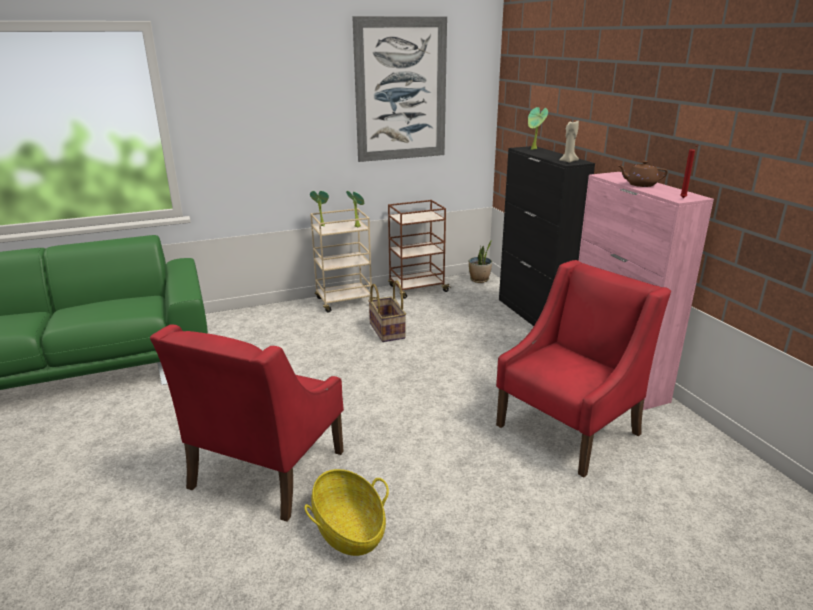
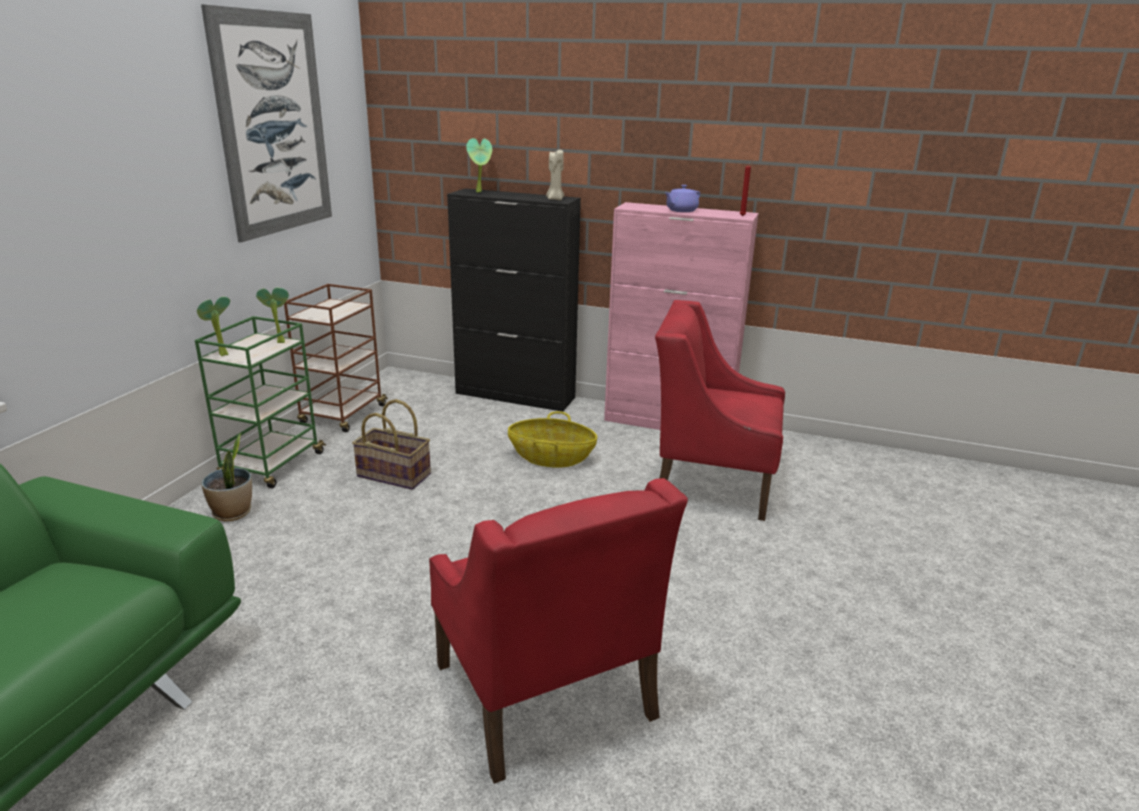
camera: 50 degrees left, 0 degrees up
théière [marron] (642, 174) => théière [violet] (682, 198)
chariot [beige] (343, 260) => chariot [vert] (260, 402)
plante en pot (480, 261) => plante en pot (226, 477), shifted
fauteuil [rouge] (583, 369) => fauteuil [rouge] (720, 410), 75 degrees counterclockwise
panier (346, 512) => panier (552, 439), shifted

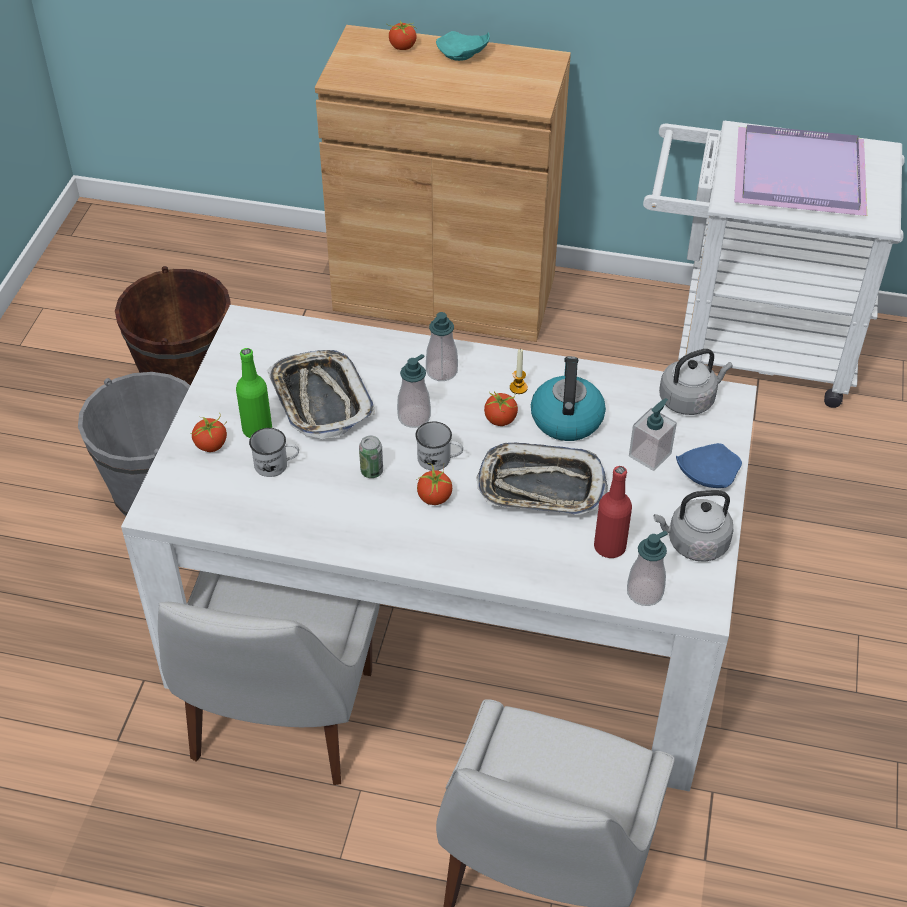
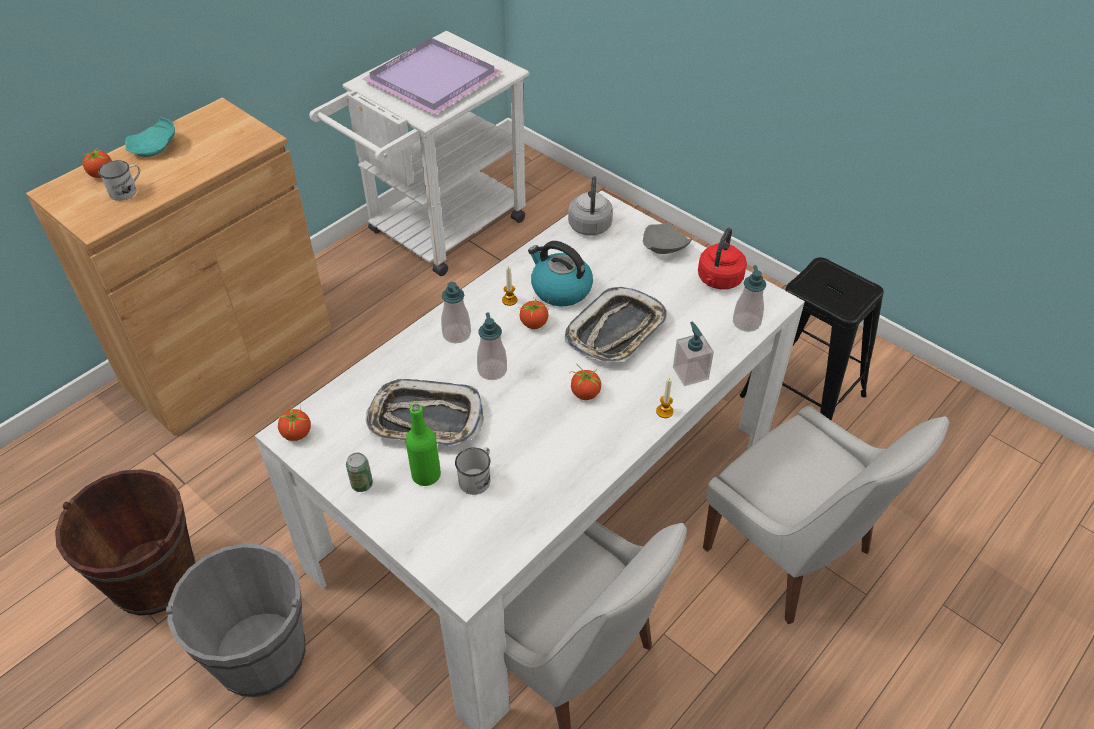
camera: 60 degrees left, 0 degrees up
distributeur de savon (653, 434) => distributeur de savon (693, 354), shifted
tomate (208, 432) => tomate (294, 422), shifted
mug [blanc] (439, 446) => mug [blanc] (119, 180), shifted
boîte métallique (371, 457) => boîte métallique (359, 472), shifted
assiette [bleu] (709, 465) => assiette [gris] (667, 238)
bouteille [rouge] (613, 512) => nothing
bouilloire [gris] (694, 526) => bouilloire [rouge] (722, 258)
nothing => tabouret [noir] (812, 339)
nothing => bougie (664, 397)

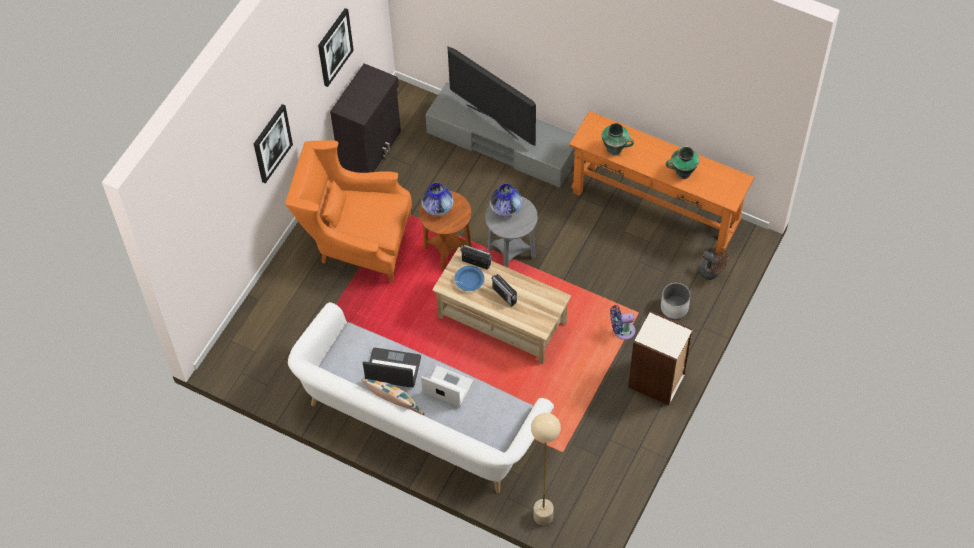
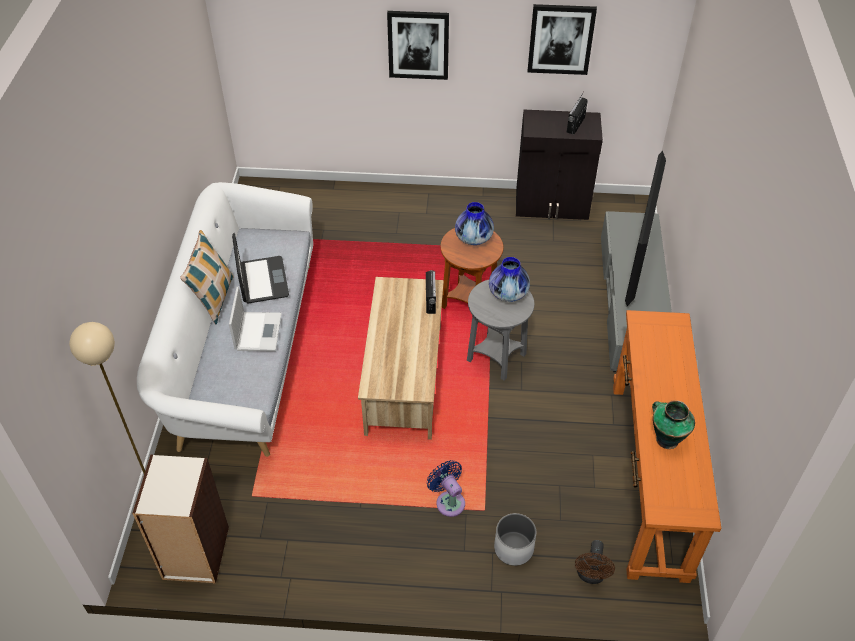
camera: 65 degrees right, 10 degrees down
vase (618, 139) => nothing
fauteuil [orange] (348, 211) => nothing
bol [bleu] (469, 278) => nothing
radio (504, 290) => radio (577, 112), shifted
bibliothèque (660, 358) => bibliothèque (180, 519), shifted

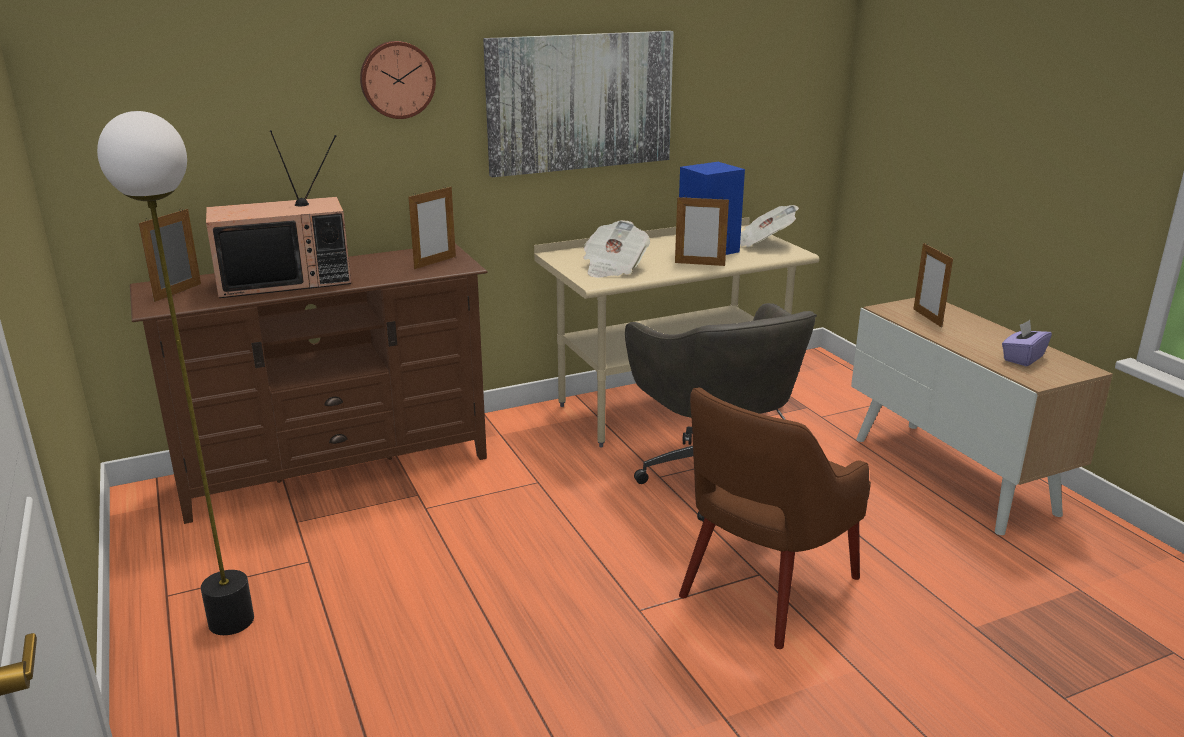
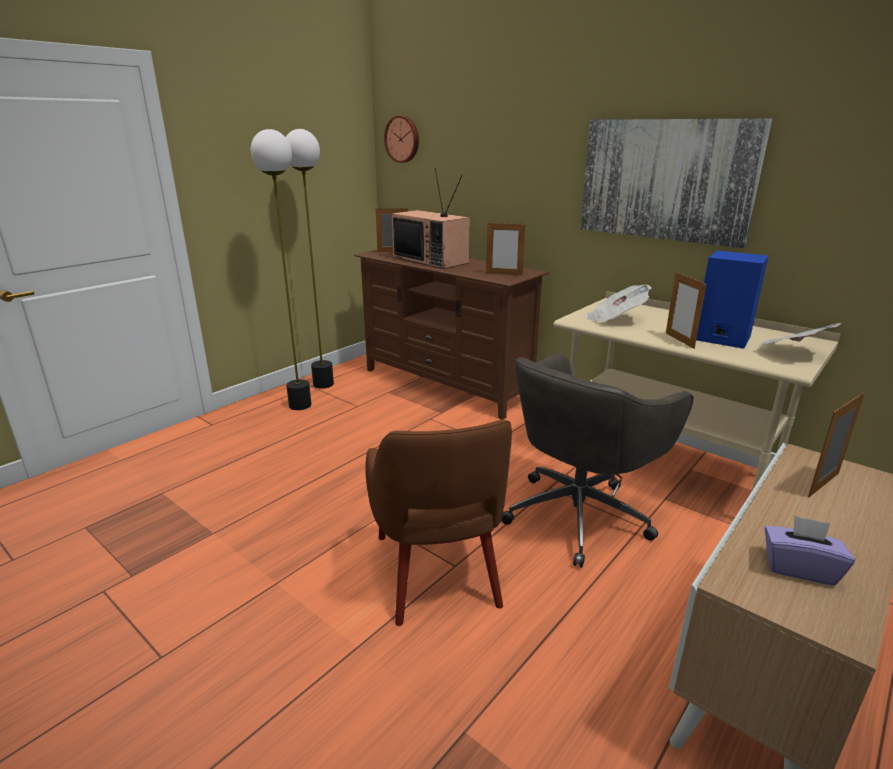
camera: 65 degrees right, 0 degrees up
horloge murale (398, 80) => horloge murale (401, 139), shifted
fauteuil [marron] (775, 518) => fauteuil [marron] (439, 522), 120 degrees counterclockwise
nothing => lampadaire (310, 259)

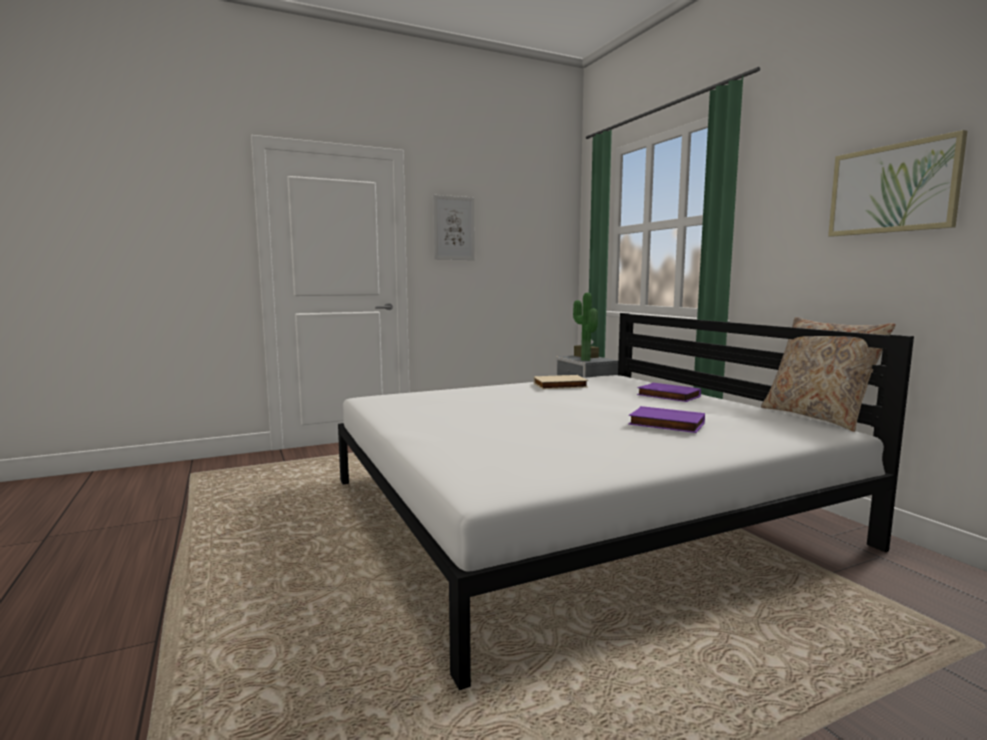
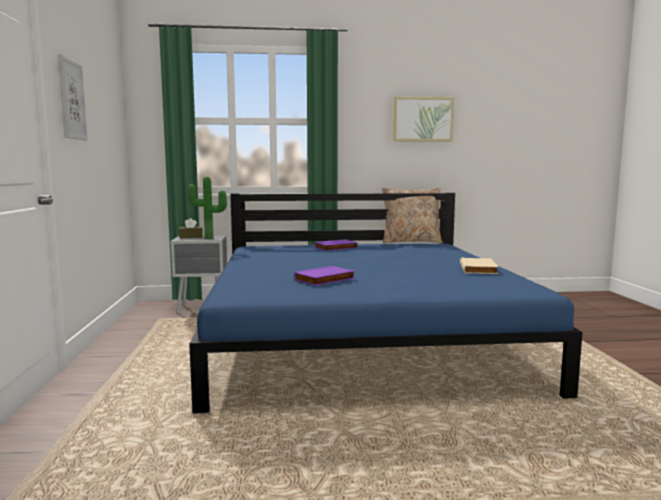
camera: 70 degrees left, 0 degrees up
lit [blanc] (626, 501) => lit [bleu] (386, 303)
livre [beige] (561, 382) => livre [beige] (479, 265), shifted
livre [violet] (666, 419) => livre [violet] (324, 276), shifted

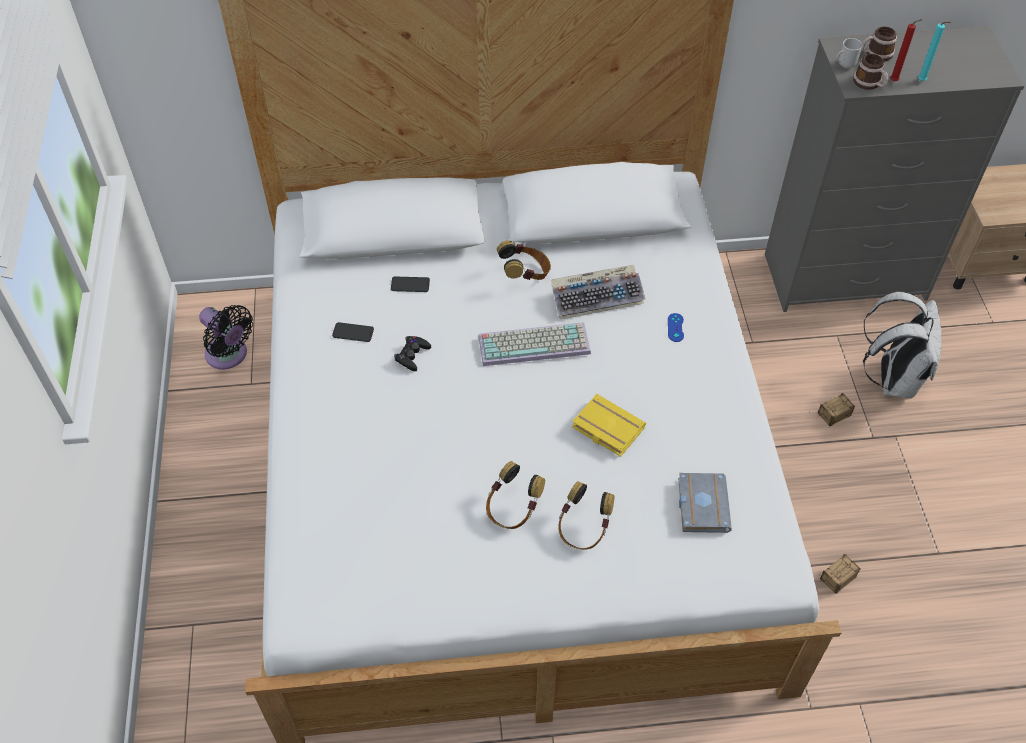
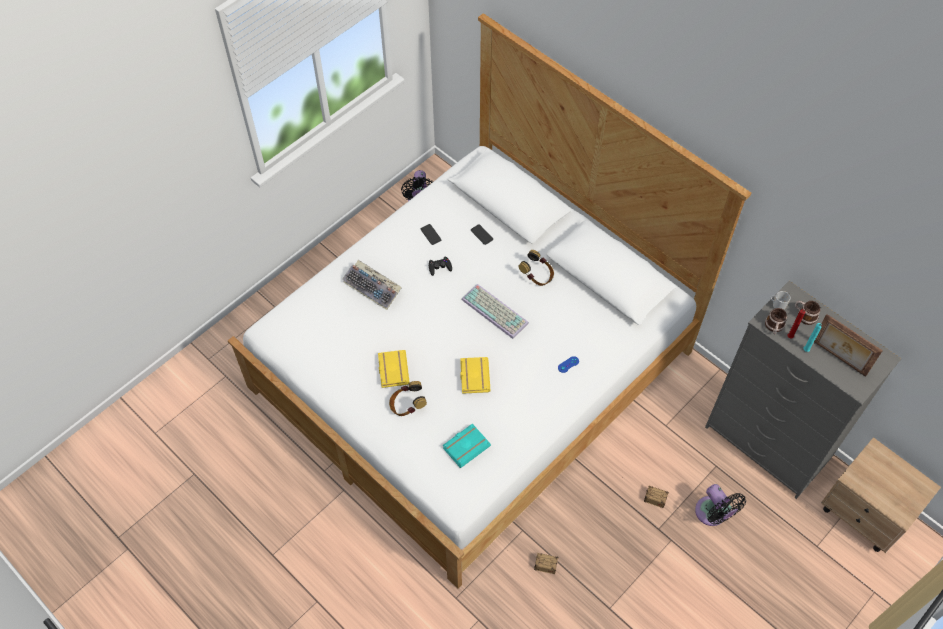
camera: 50 degrees right, 5 degrees up
clavier (598, 292) => clavier (372, 285), shifted
sac à dos [blanc] (902, 345) => ventilateur [noir] (720, 505)
casque audio (515, 495) => livre [jaune] (394, 369)
livre [gris] (705, 503) => livre [turquoise] (467, 446)
nothing => cadre photo (848, 345)

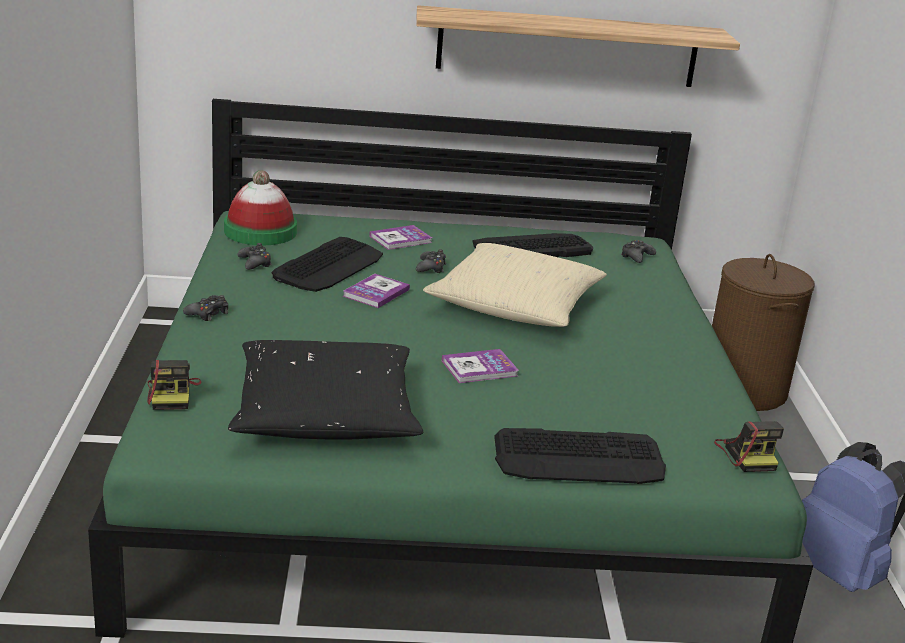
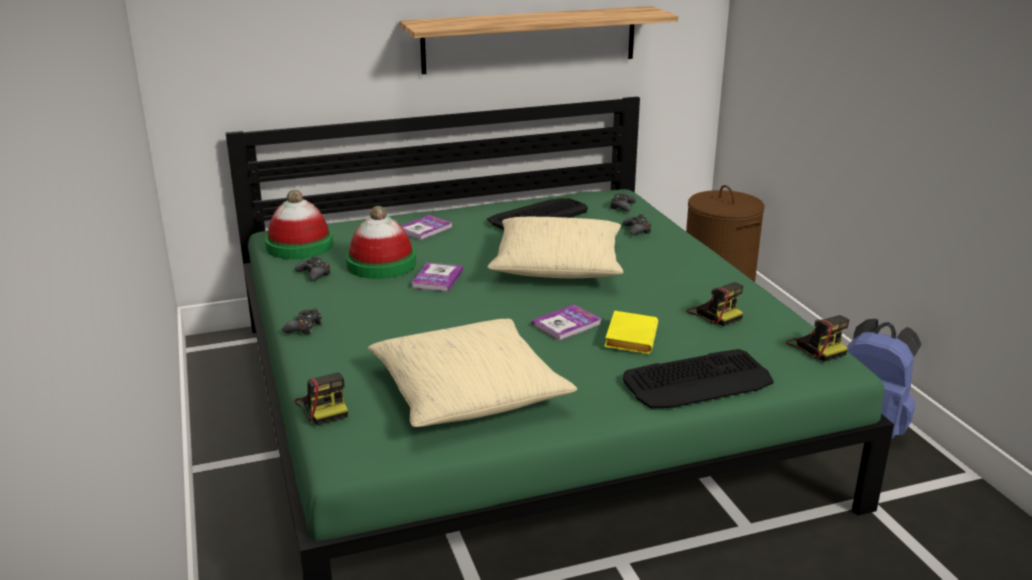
camera: 15 degrees left, 0 degrees up
clavier (327, 264) => chapeau (381, 242)
manette [noir] (431, 261) => manette [noir] (636, 225), shifted
coussin [noir] (325, 390) => coussin [beige] (472, 373)
nothing => appareil photo (714, 304)
nothing => livre [jaune] (631, 332)

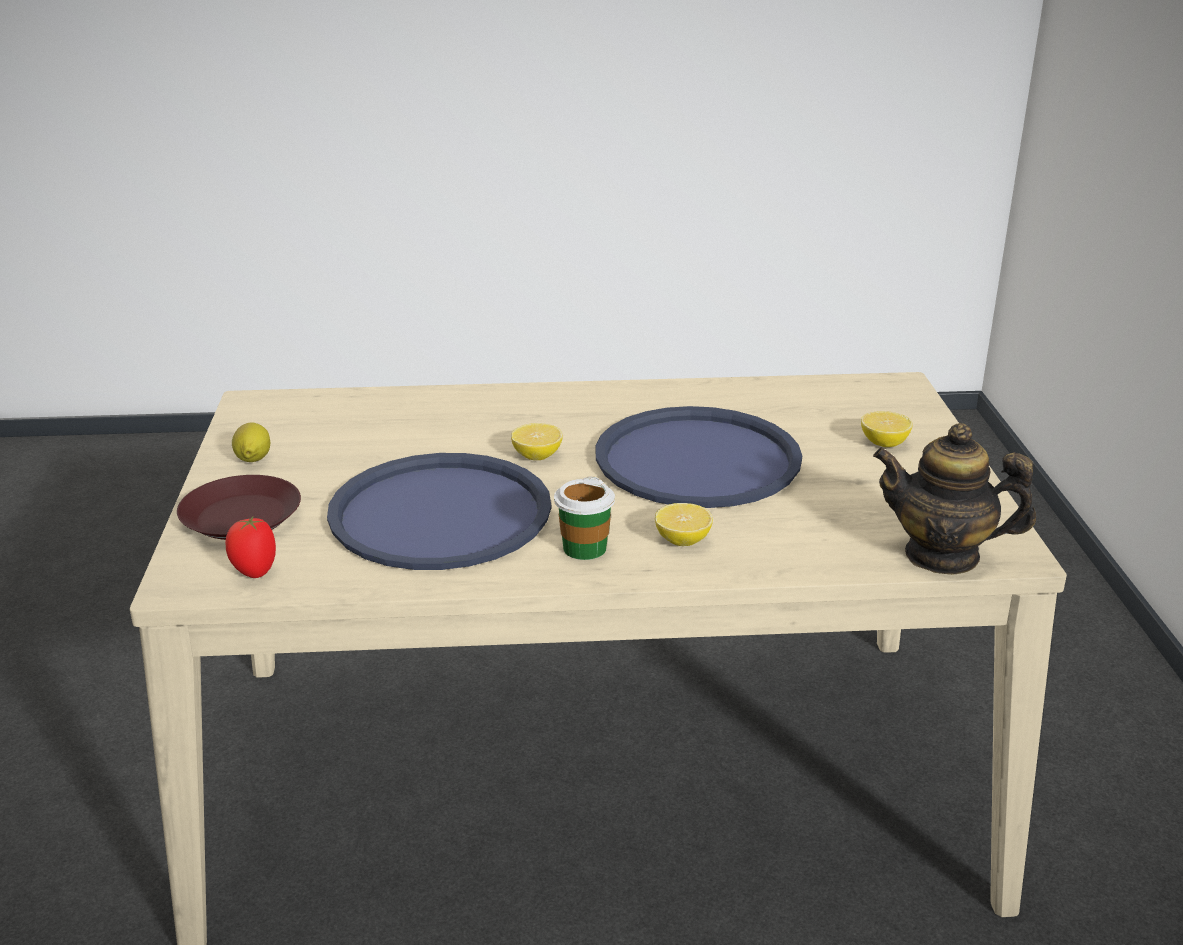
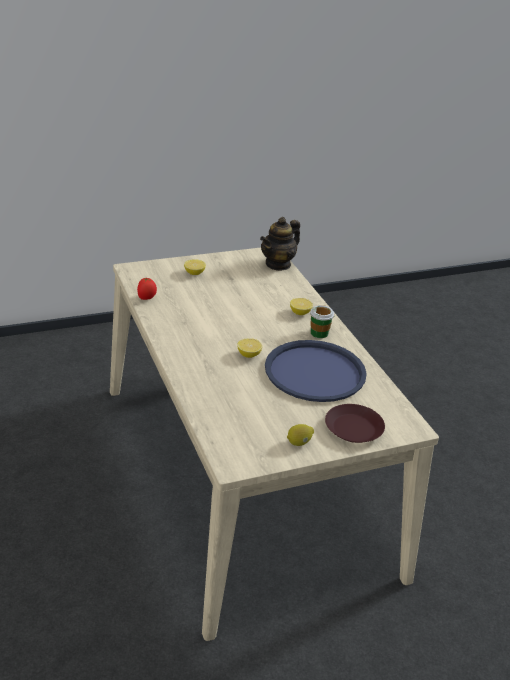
camera: 110 degrees left, 5 degrees up
plateau [bleu] (698, 457) => nothing
théière (954, 499) => théière (280, 244), 45 degrees clockwise
tomate (250, 547) => tomate (147, 289), shifted

